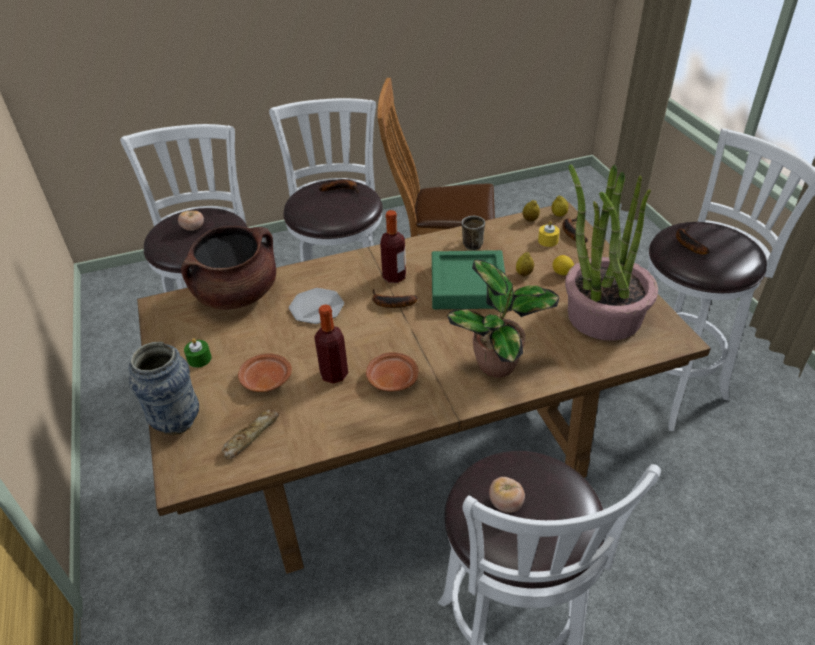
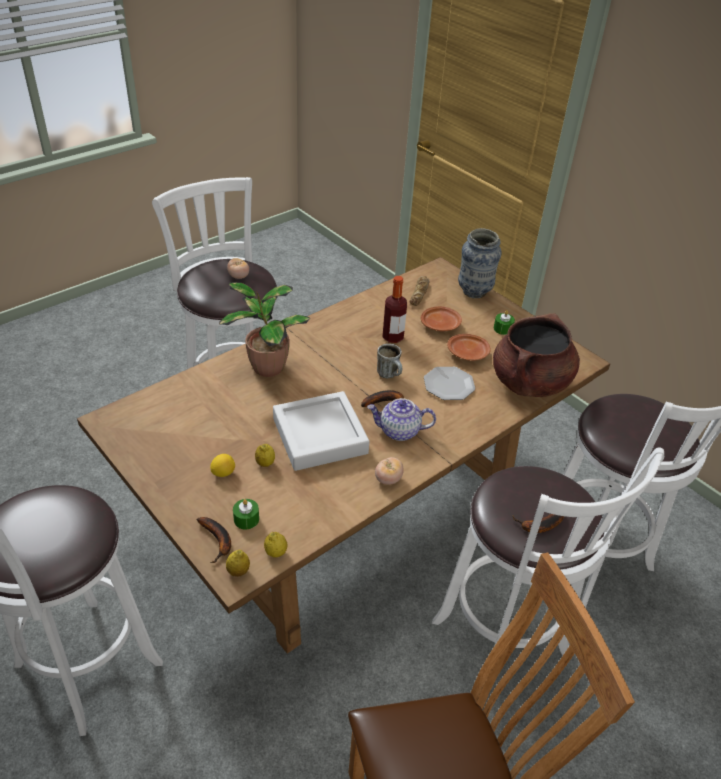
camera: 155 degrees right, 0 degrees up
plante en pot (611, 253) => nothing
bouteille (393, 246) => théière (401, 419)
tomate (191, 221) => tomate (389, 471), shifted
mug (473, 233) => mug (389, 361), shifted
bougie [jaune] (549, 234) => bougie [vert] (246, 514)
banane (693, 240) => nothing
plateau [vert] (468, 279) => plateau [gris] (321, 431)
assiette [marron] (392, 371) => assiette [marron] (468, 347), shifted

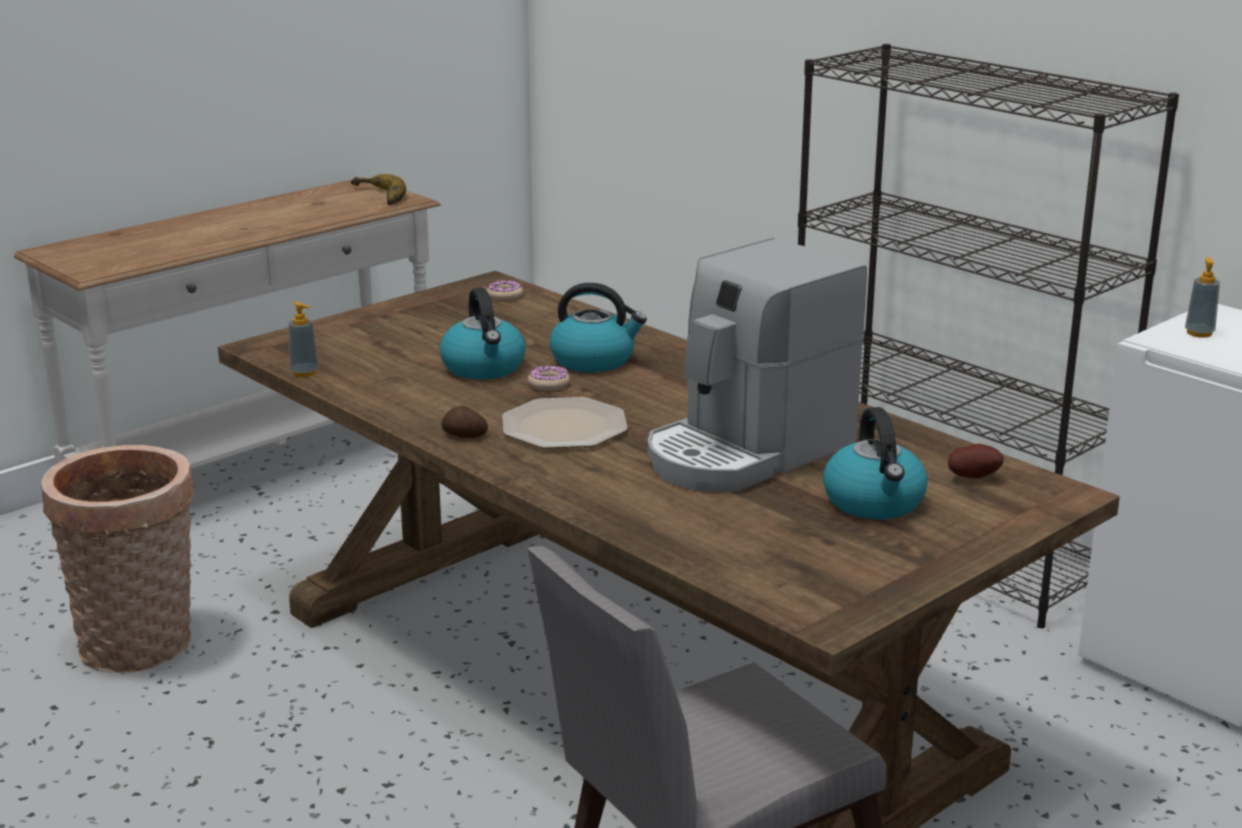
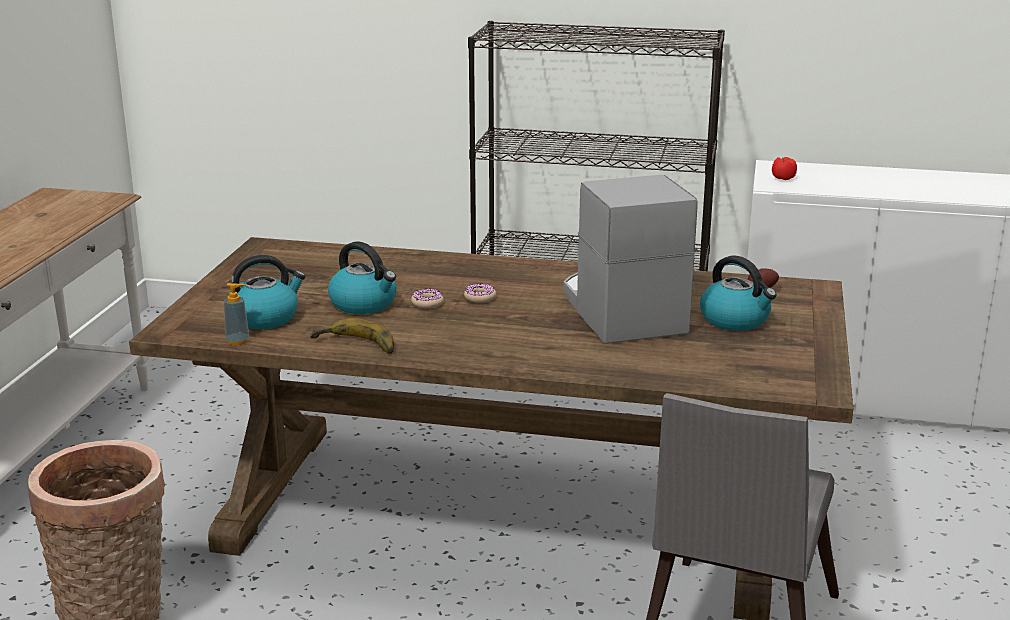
camera: 35 degrees left, 0 degrees up
banane (378, 189) => banane (352, 336), shifted
machine à café (757, 365) => machine à café (630, 259), 150 degrees clockwise
distributeur de savon (1202, 297) => tomate (784, 168)
beignet (505, 290) => beignet (480, 293), shifted
bouilloire (598, 327) => bouilloire (269, 292), shifted
assiette (565, 423) => nothing
pomme de terre (464, 422) => nothing

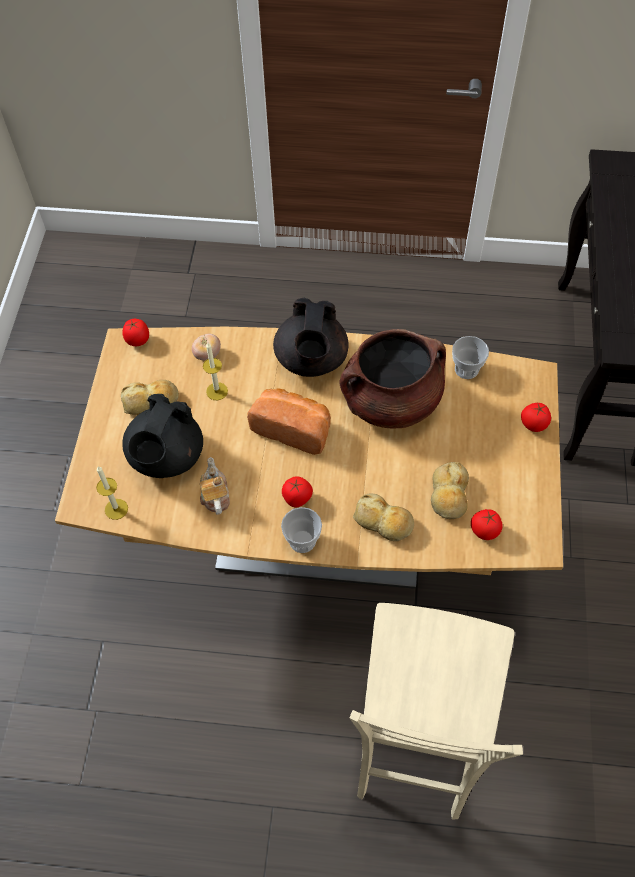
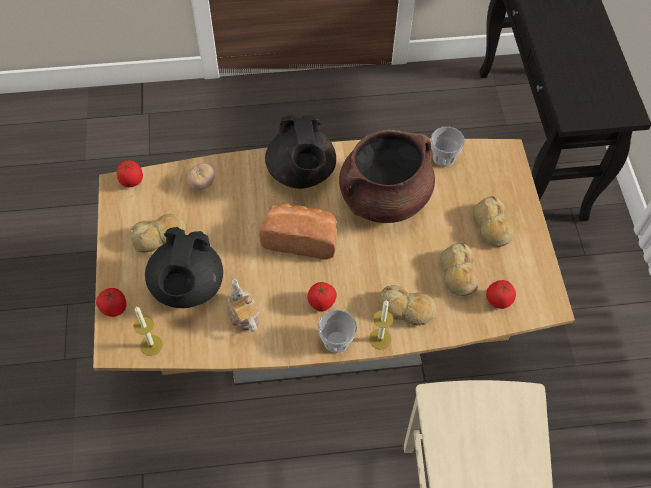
camera: 15 degrees left, 0 degrees up
bougie (215, 371) => bougie (381, 325), shifted
tomate (536, 417) => tomate (111, 302), shifted
nothing => pain (493, 221)

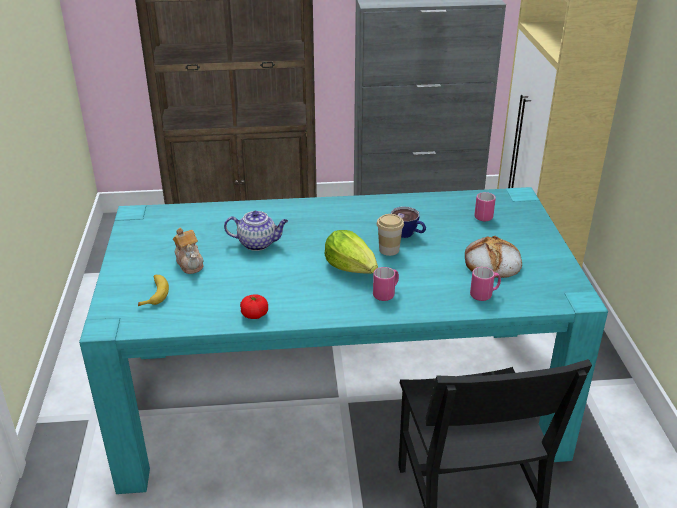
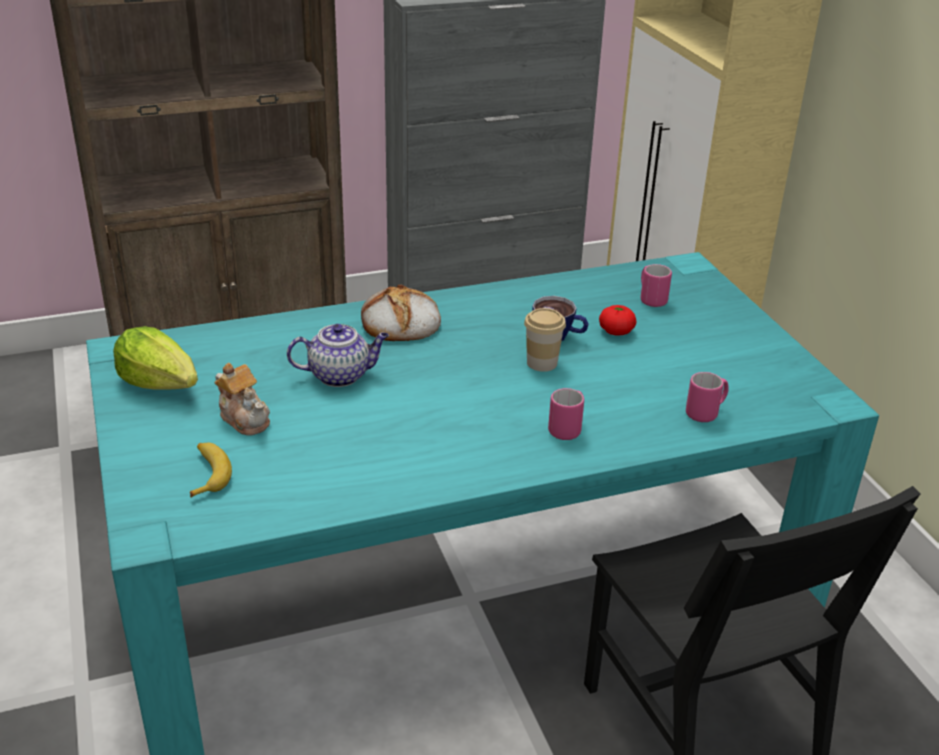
camera: 15 degrees left, 0 degrees up
laitue (351, 252) => laitue (155, 358), shifted
pain (493, 257) => pain (401, 313), shifted
tomate (254, 306) => tomate (617, 320), shifted

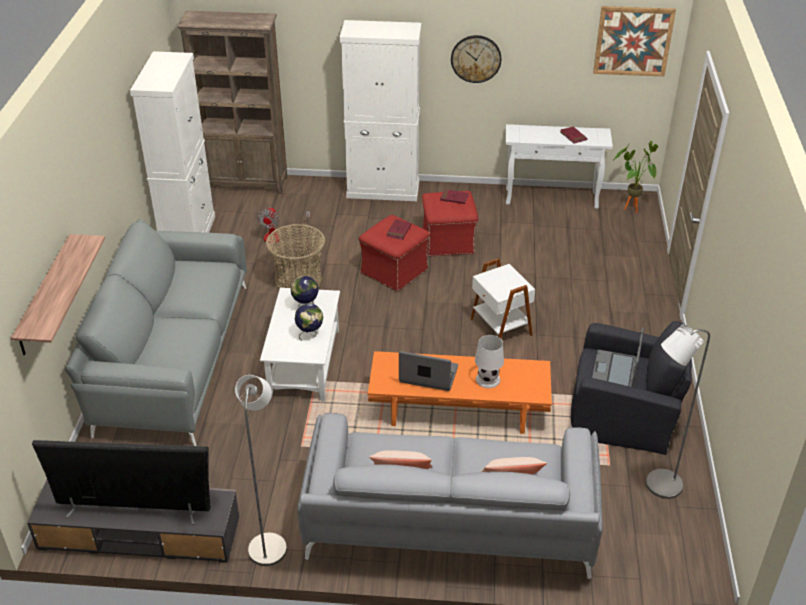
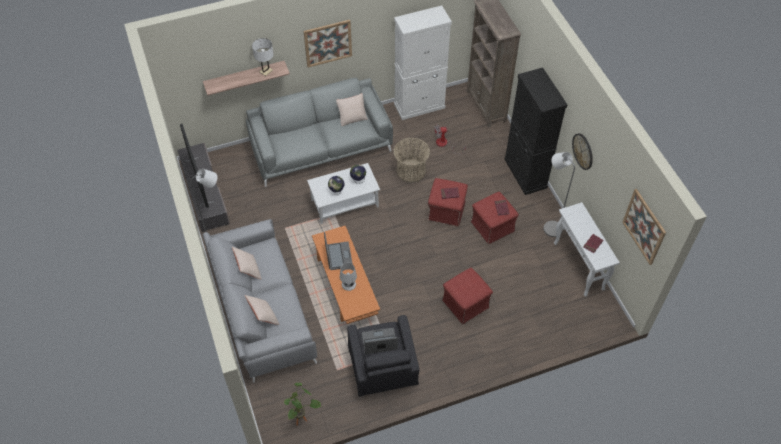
camera: 65 degrees right, 15 degrees up
meuble de rangement [blanc] (381, 110) => meuble de rangement [noir] (535, 131)
plante en pot (635, 177) => plante en pot (302, 404), shifted
table d'appoint [blanc] (502, 298) => nothing
lampadaire [gris] (678, 411) => lampadaire [gris] (559, 194), shifted
nothing => tableau (327, 43)
nothing => lampe de table [blanc] (263, 57)
nothing => coussin [beige] (352, 109)
nothing => pouf [rouge] (467, 296)

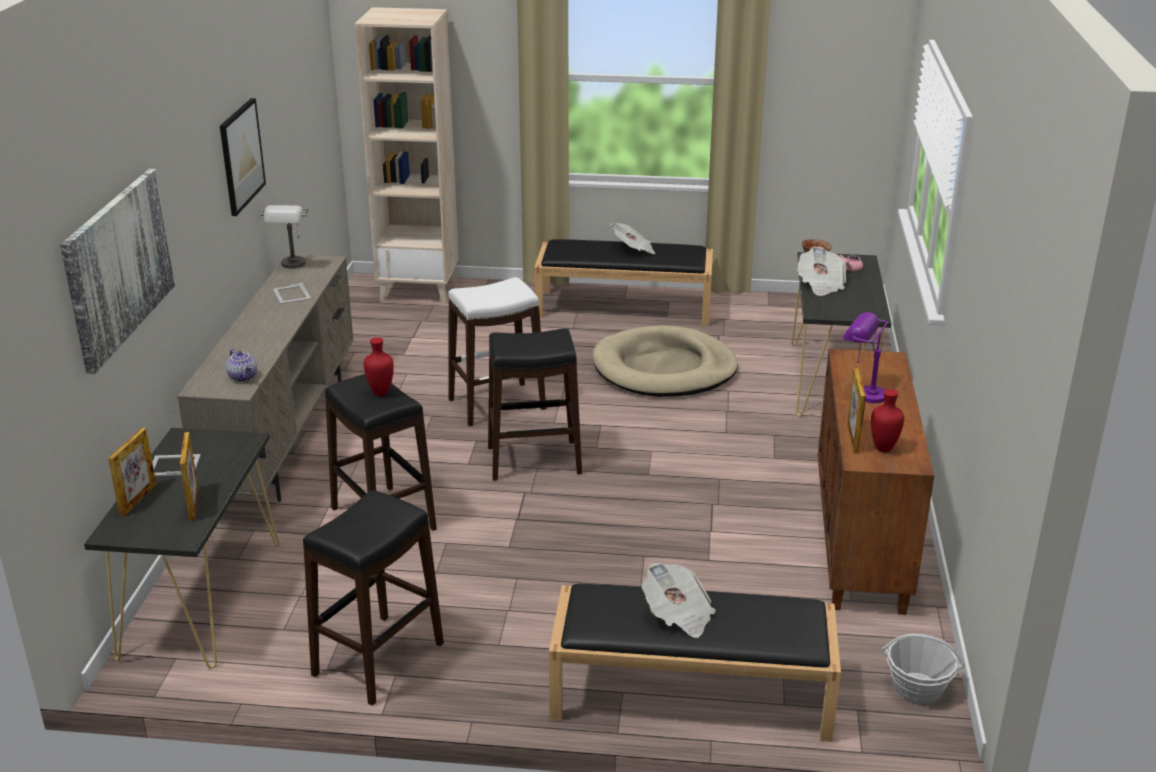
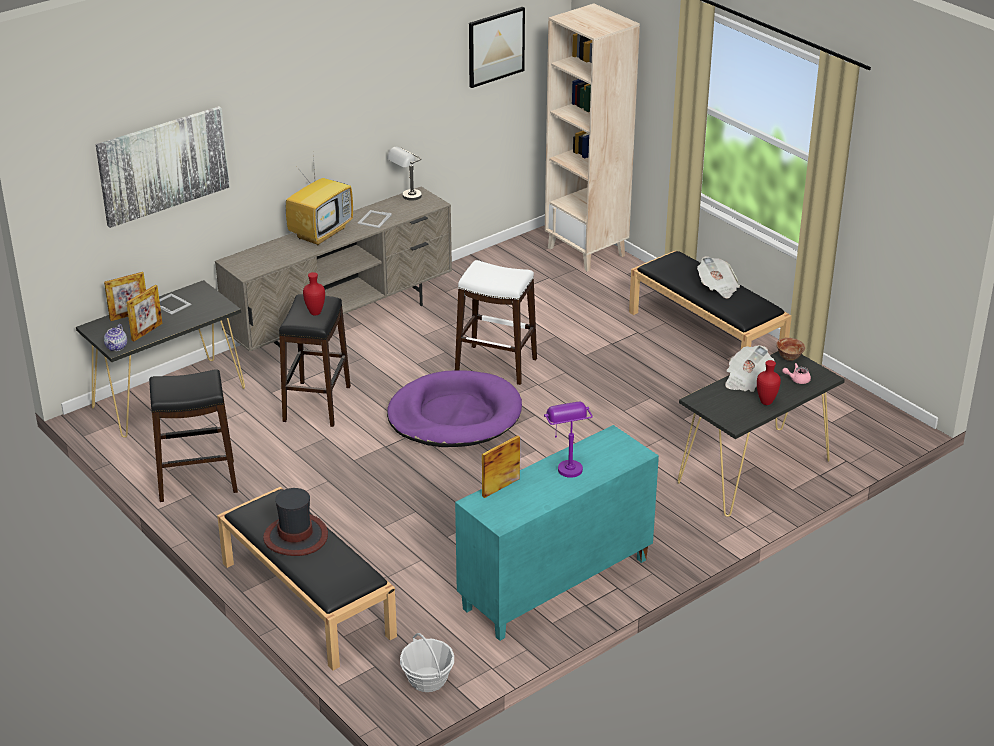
camera: 45 degrees right, 5 degrees up
tableau (243, 157) => tableau (497, 47), shifted
panier pour chien [beige] (665, 361) => nothing
tabouret [noir] (535, 404) => panier pour chien [violet] (454, 408)
théière (241, 365) => théière (115, 337), shifted
meuble de rangement [marron] (876, 482) => meuble de rangement [turquoise] (557, 533)
vase [rouge] (887, 420) => vase [rouge] (769, 382), shifted
journal (679, 600) => chapeau (295, 522)
nothing => téléviseur (319, 200)

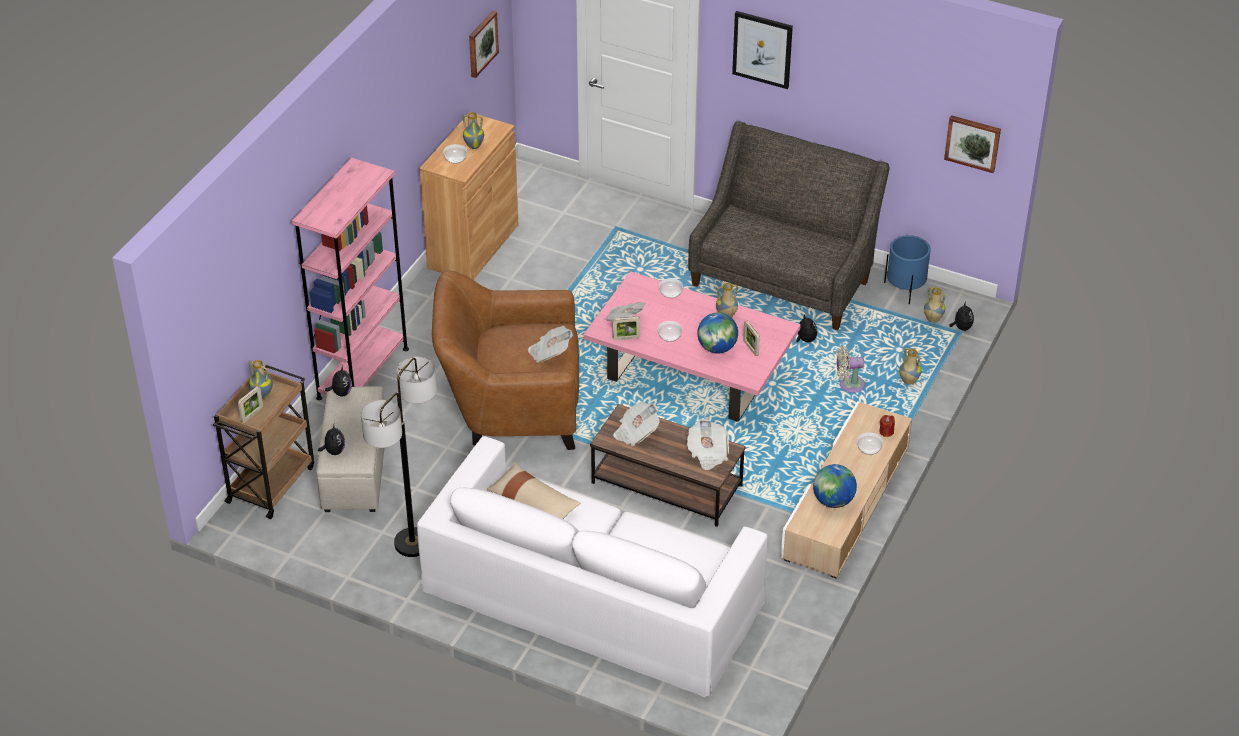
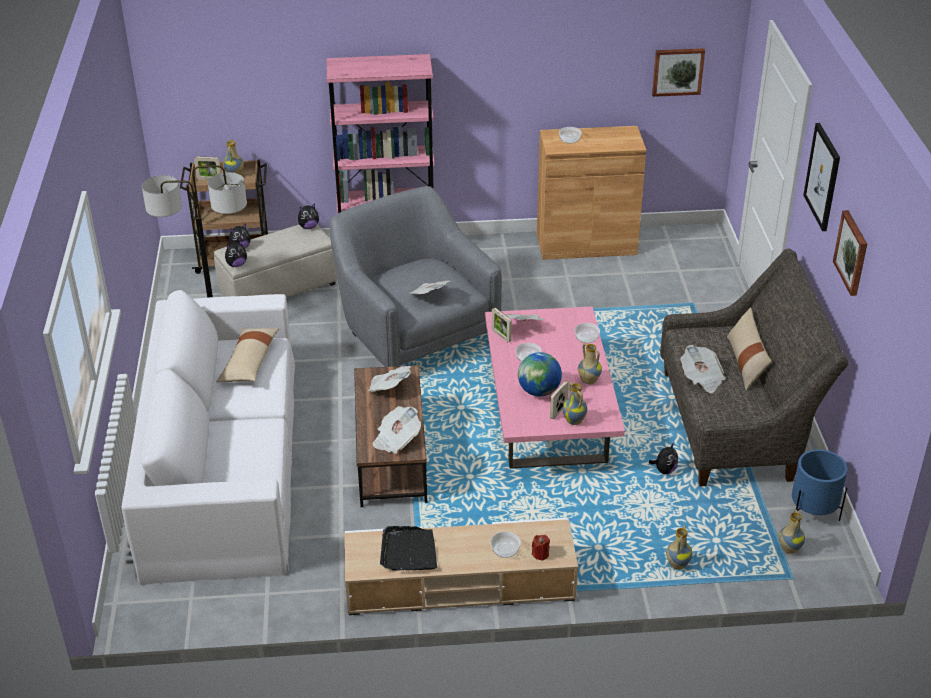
camera: 60 degrees right, 5 degrees down
vase (473, 130) => vase (575, 403), shifted
tableau (972, 144) => tableau (850, 253), shifted
fauteuil [marron] (505, 360) => fauteuil [gris] (415, 276)
peluche (961, 316) => peluche (236, 254), shifted
ventilateur [beige] (851, 369) => nothing
globe (835, 486) => plateau [noir] (408, 548)
nothing => coussin [beige] (749, 348)
nothing => journal (703, 369)

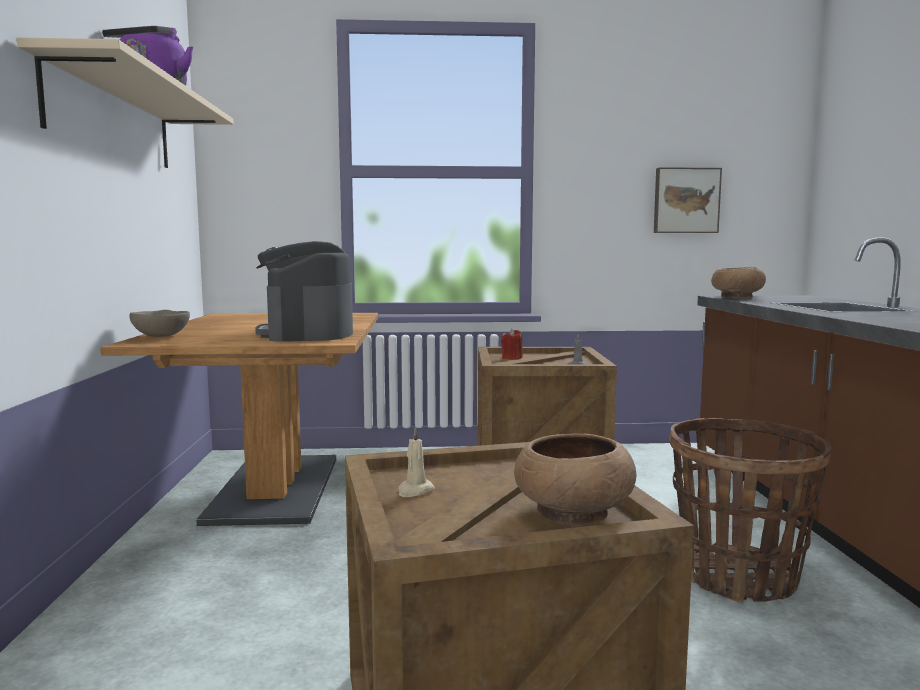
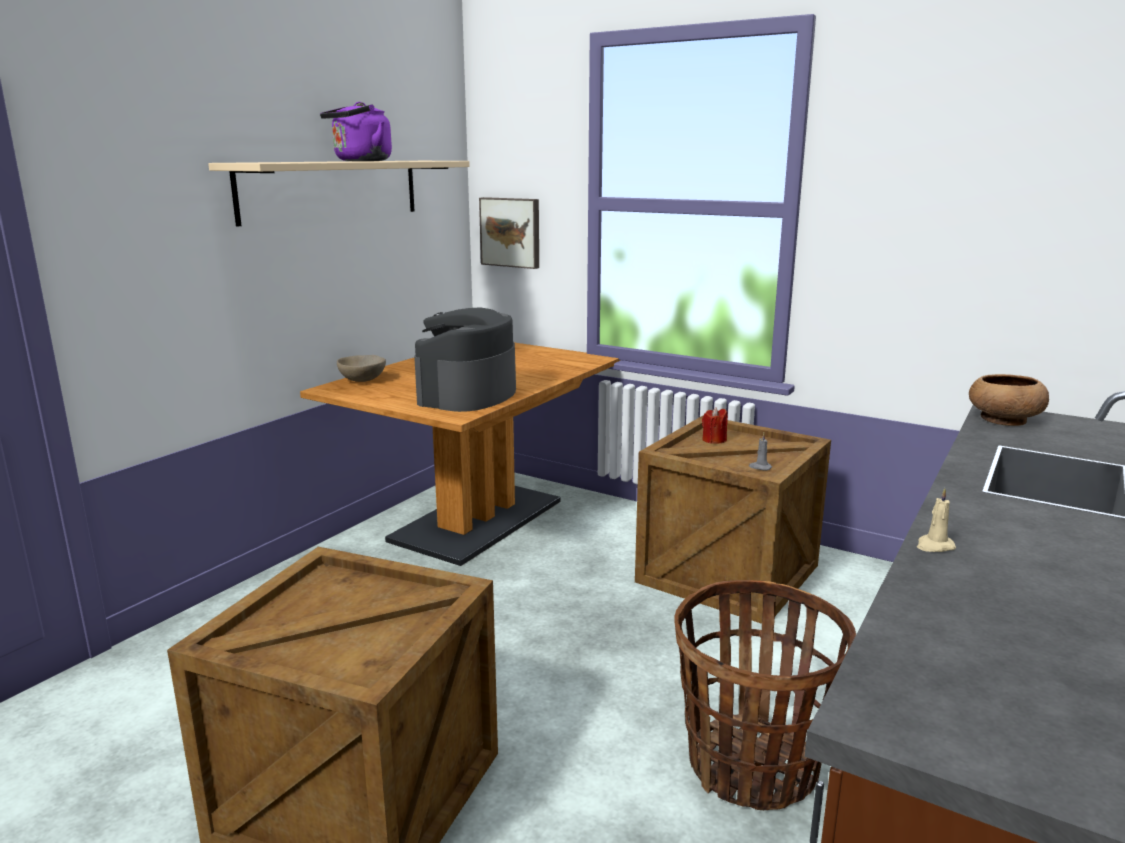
camera: 35 degrees right, 10 degrees up
tableau (688, 200) => tableau (509, 233), shifted
bougie [beige] (416, 461) => bougie [beige] (936, 520), shifted
bol [marron] (575, 479) => nothing

